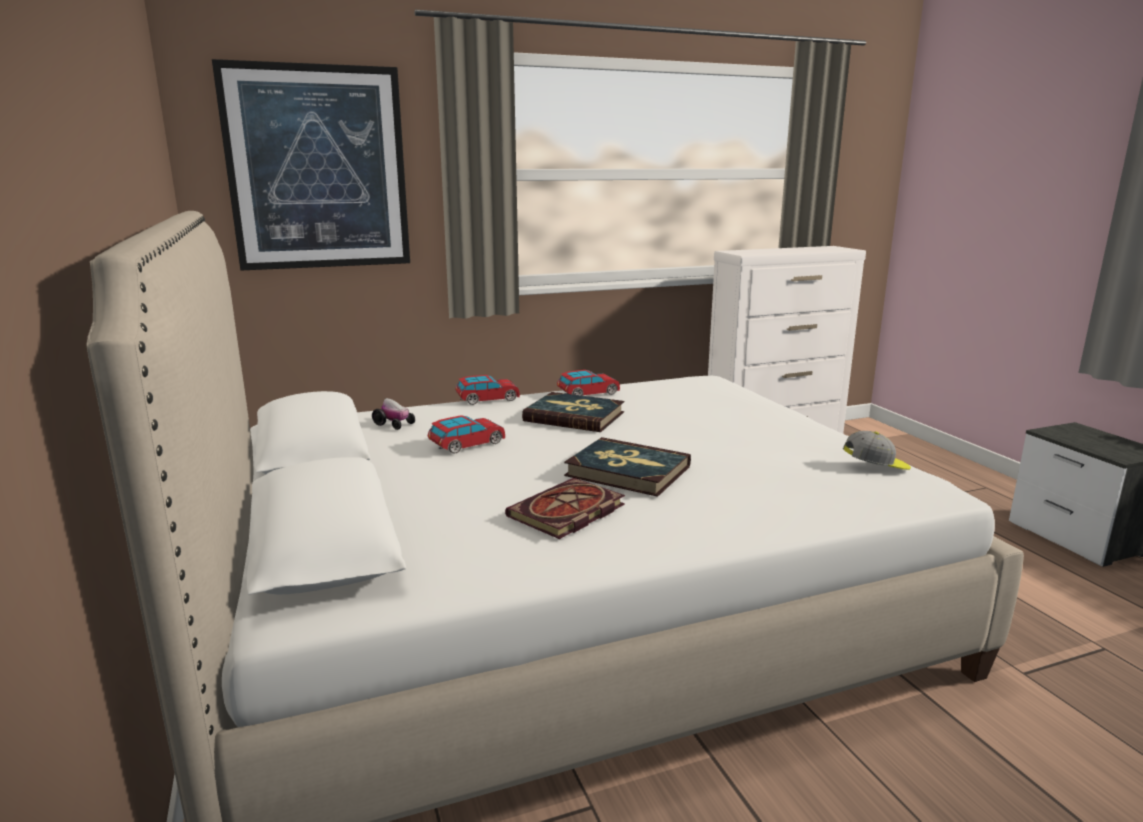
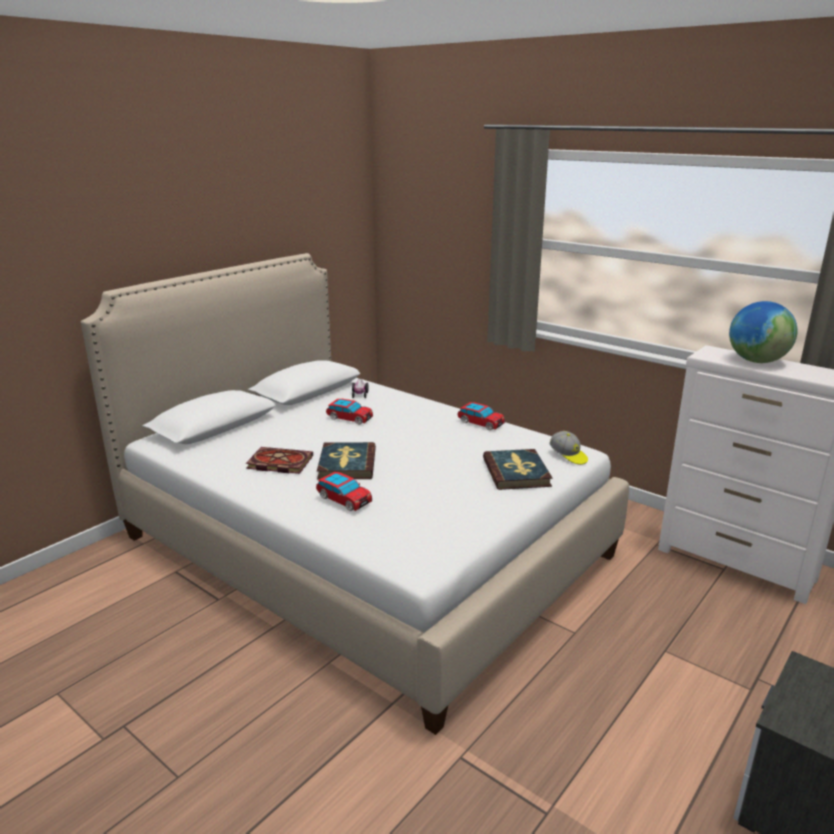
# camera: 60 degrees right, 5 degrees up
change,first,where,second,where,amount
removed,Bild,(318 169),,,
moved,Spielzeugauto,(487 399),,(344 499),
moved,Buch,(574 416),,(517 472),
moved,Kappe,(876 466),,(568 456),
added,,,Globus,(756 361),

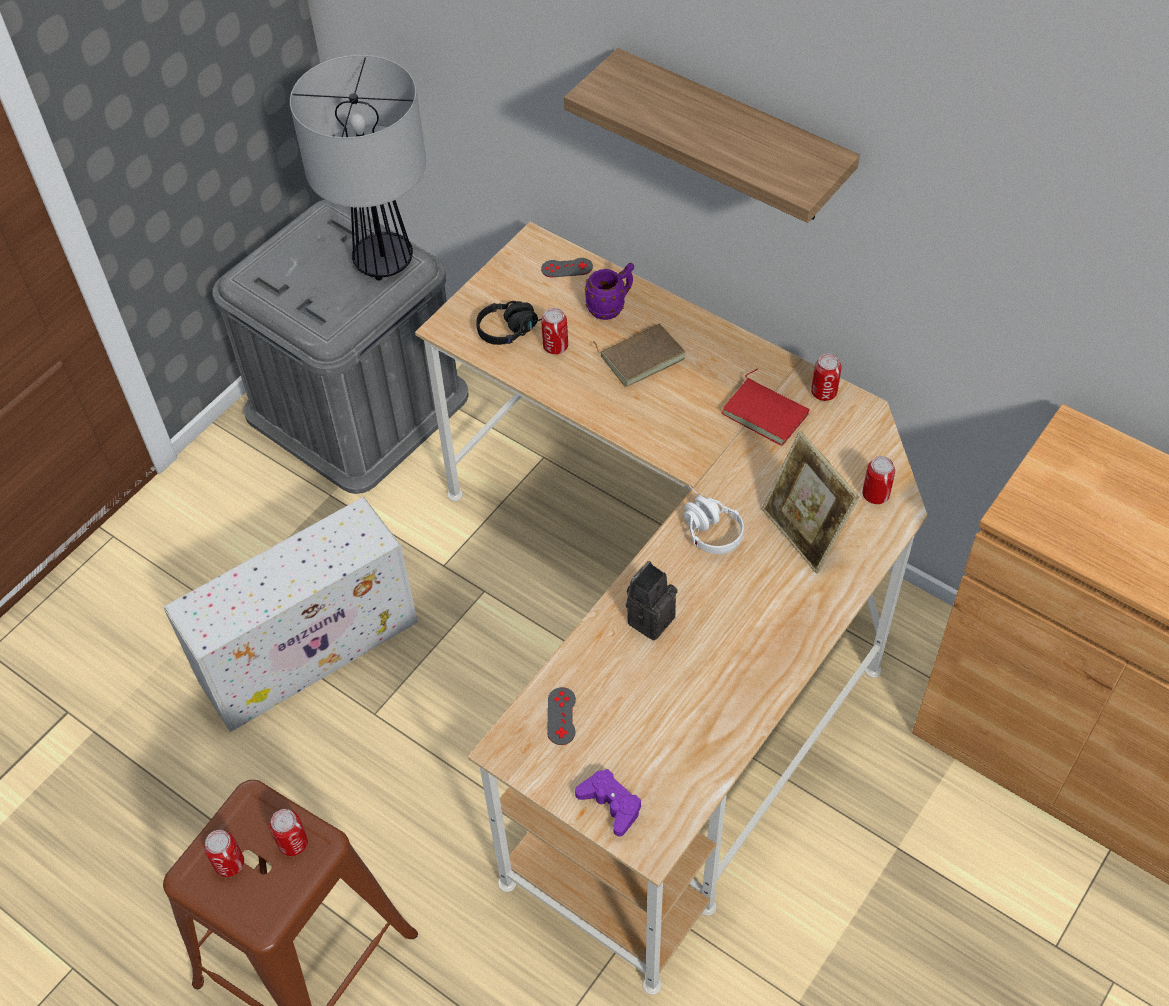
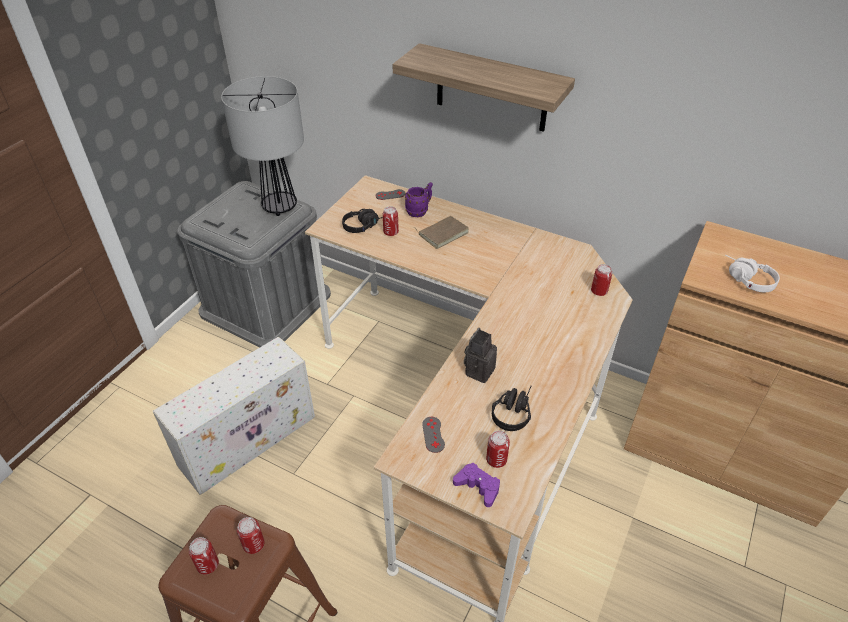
# camera: 10 degrees left, 10 degrees down
change,first,where,second,where,amount
moved,Dose,(824 392),,(496 460),
removed,Buch (rot),(766 413),,,
removed,Bilderrahmen,(803 533),,,
moved,Kopfhörer (weiß),(706 527),,(745 279),
added,,,Kopfhörer (schwarz),(513 411),

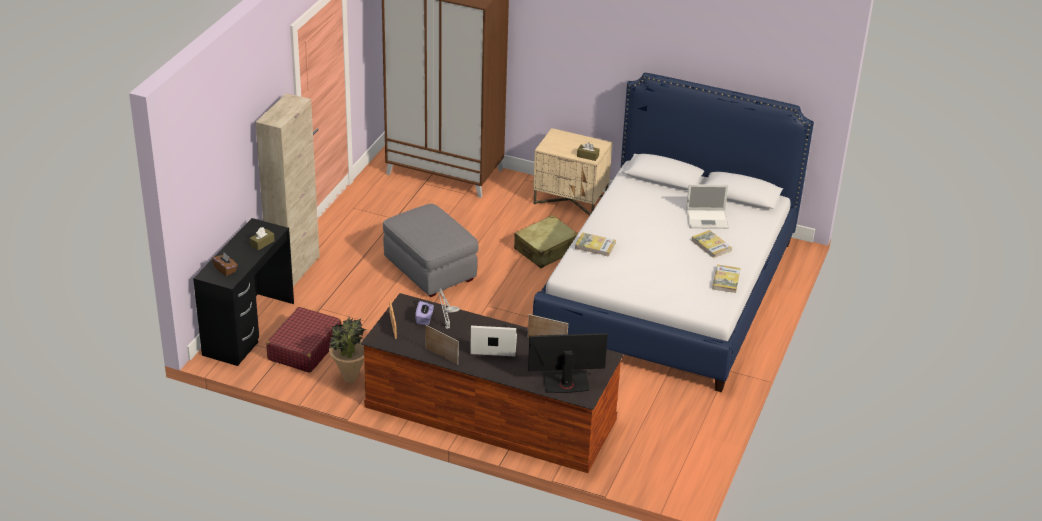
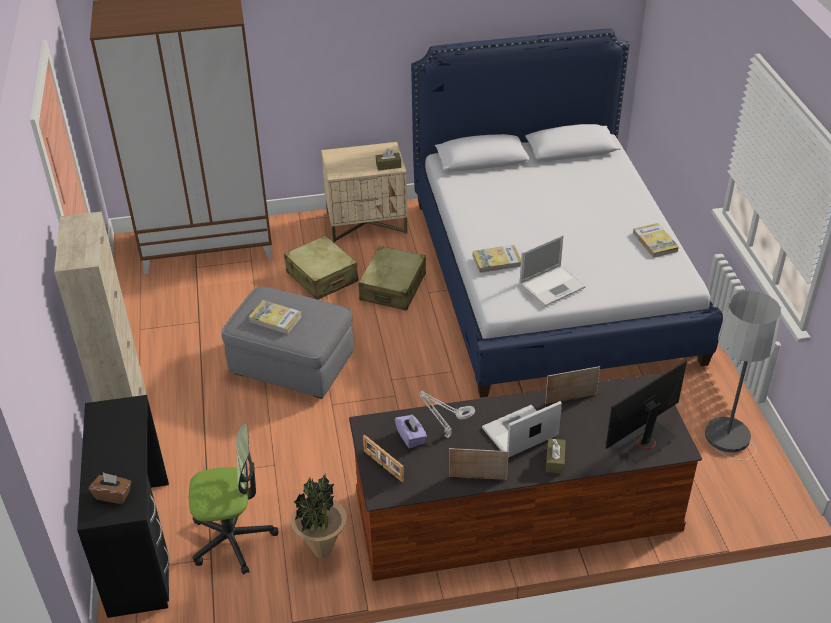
# camera: 30 degrees left, 5 degrees up
change,first,where,second,where,amount
moved,Laptop,(708 219),,(553 285),
moved,Taschentuchbox (braun),(262 243),,(555 460),
moved,Buch,(711 246),,(275 319),
replaced,Koffer (rot),(304 348),Bürostuhl,(232 538),
added,,,Koffer (beige),(322 277),
added,,,Stehlampe,(720 463),

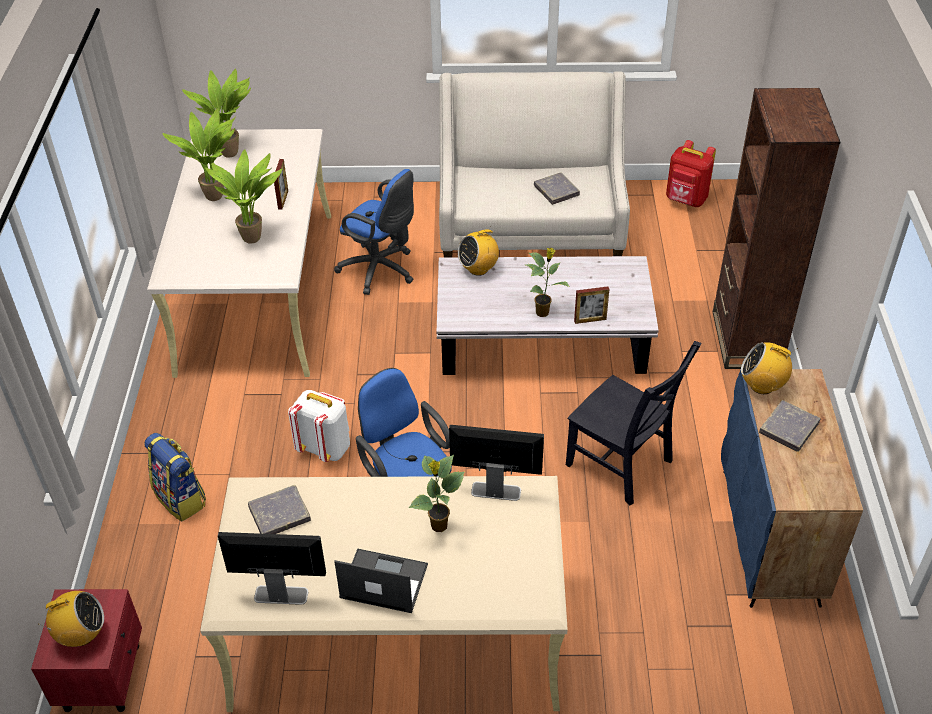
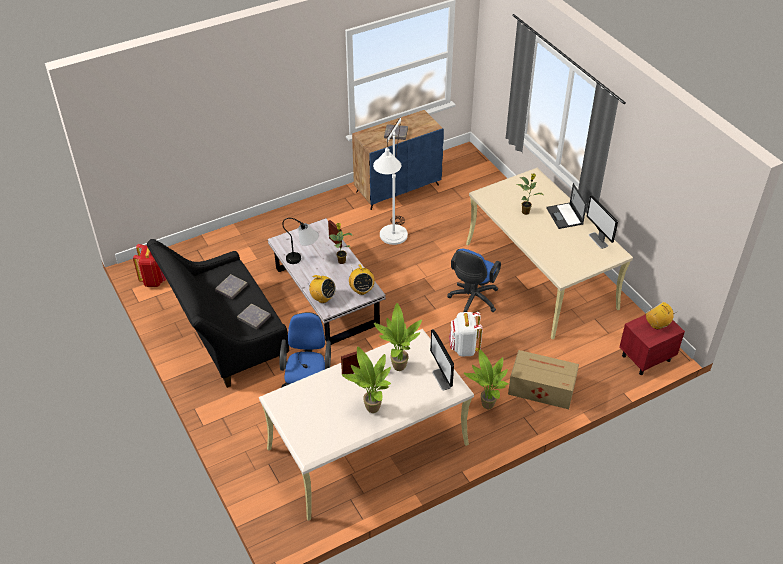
# camera: 120 degrees left, 0 degrees up
change,first,where,second,where,amount
moved,Topfpflanze,(231 152),,(485 405),
recoloured,Sofa (beige),(530 231),Sofa (schwarz),(226 338),
removed,Bücherregal (braun),(746 339),,,
replaced,Stuhl (schwarz),(622 465),Stehlampe (weiß),(392 240),
moved,Radio,(762 385),,(361 290),
moved,Monitor,(495 491),,(441 379),
replaced,Rucksack,(181 499),Karton,(540 387),
moved,Buch (grau),(279 514),,(254 318),
added,,,Tischlampe,(303 259),

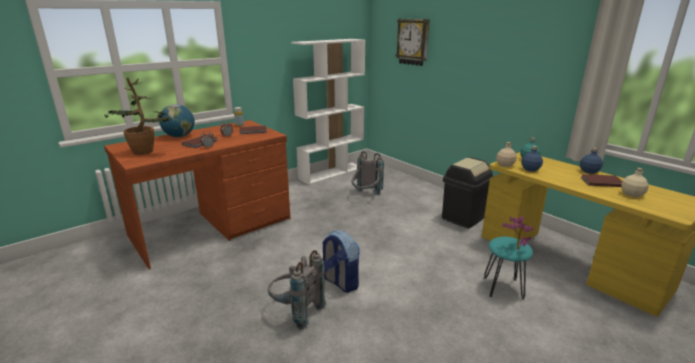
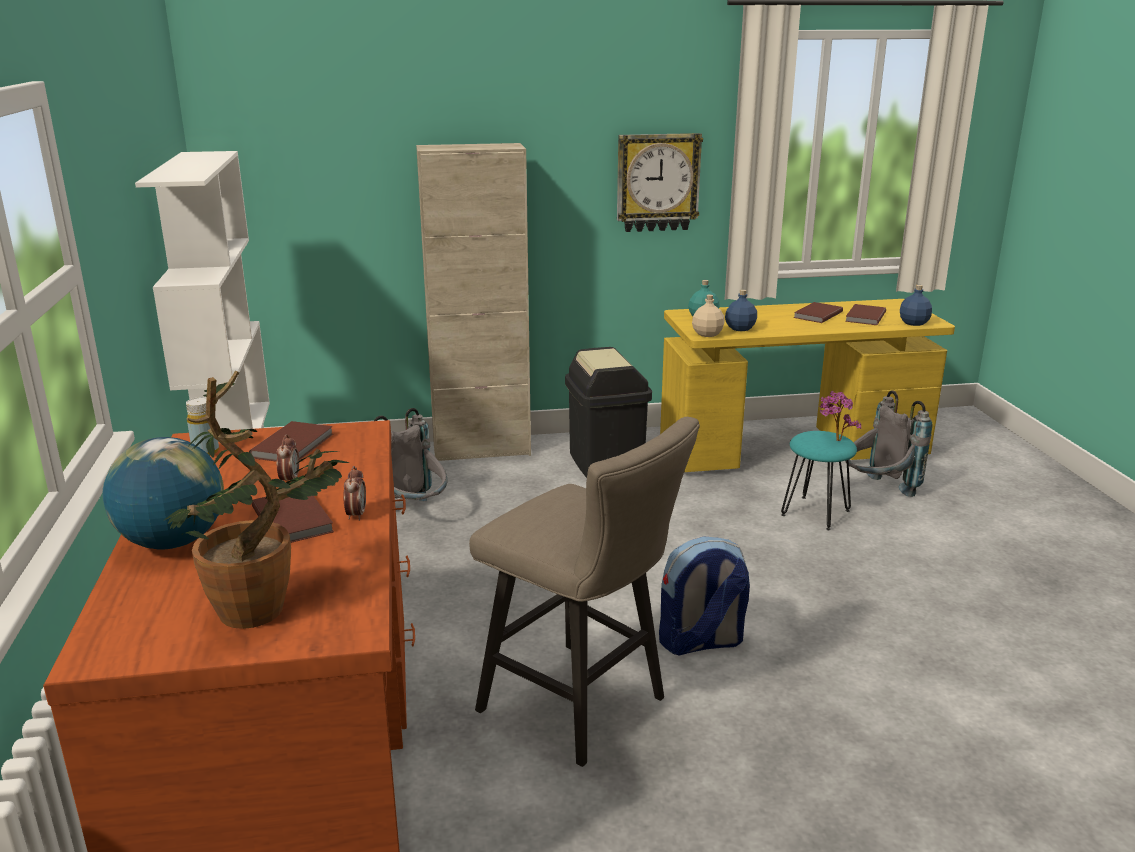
# camera: 60 degrees left, 0 degrees up
change,first,where,second,where,amount
moved,Wanduhr,(413 42),,(657 182),
moved,Flasche (blau),(588 171),,(913 323),
replaced,Flasche (beige),(631 194),Buch (braun),(864 317),
moved,Rucksack (grau),(296 311),,(877 492),
added,,,Schrank (beige),(481 450),
added,,,Hocker (beige),(583 708),

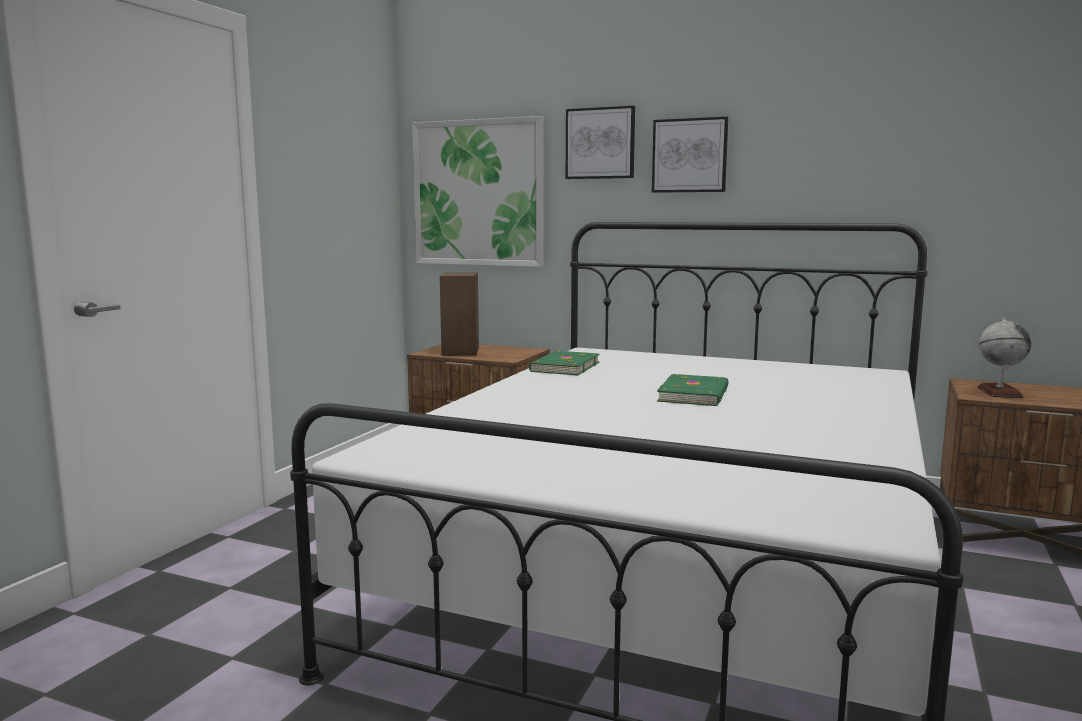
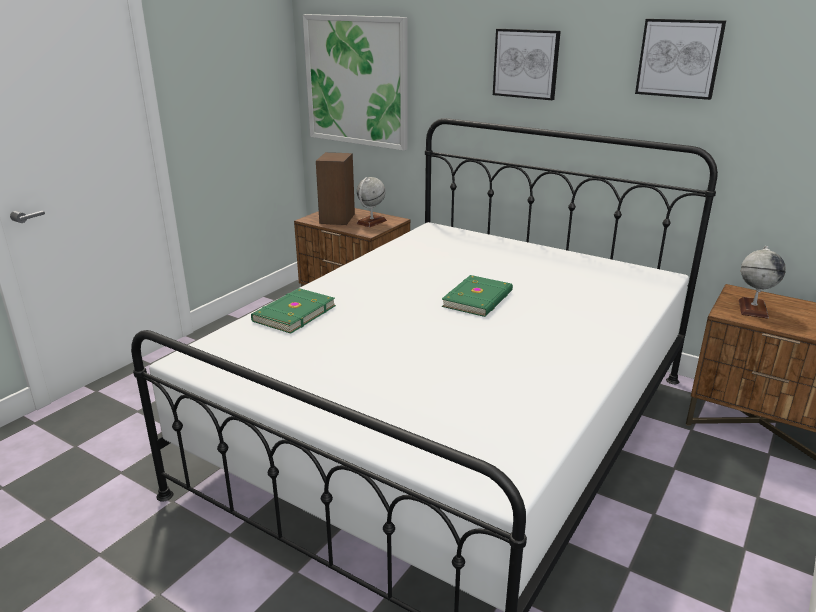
# camera: 10 degrees right, 15 degrees up
change,first,where,second,where,amount
moved,Bild,(600 143),,(679 58),
moved,Buch (grün),(563 367),,(293 313),
added,,,Globus,(371 222),

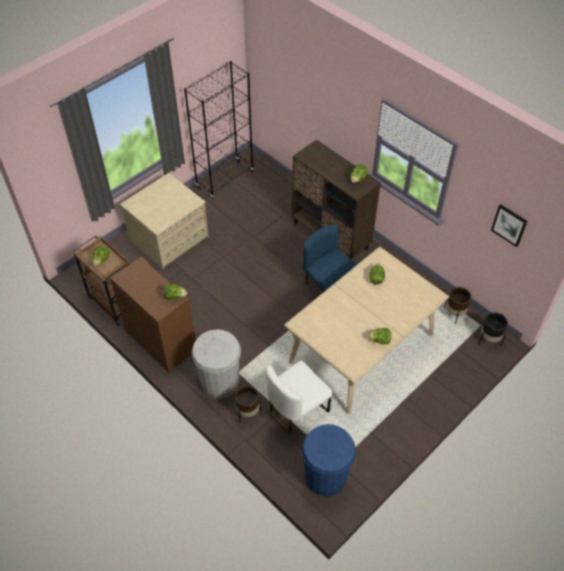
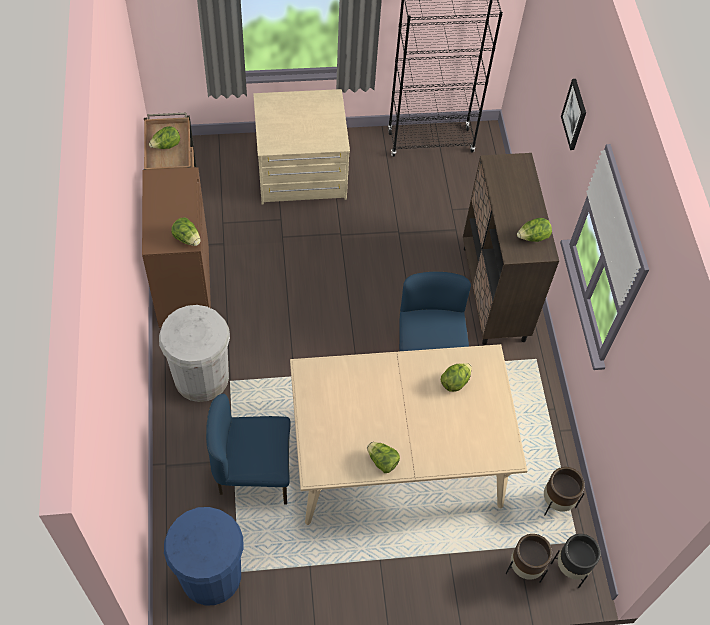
# camera: 35 degrees right, 5 degrees up
change,first,where,second,where,amount
moved,Bild,(509 225),,(574 114),
recoloured,Stuhl (weiß),(297 409),Stuhl (blau),(253 473),
moved,Pflanzkübel (braun),(247 412),,(524 568),

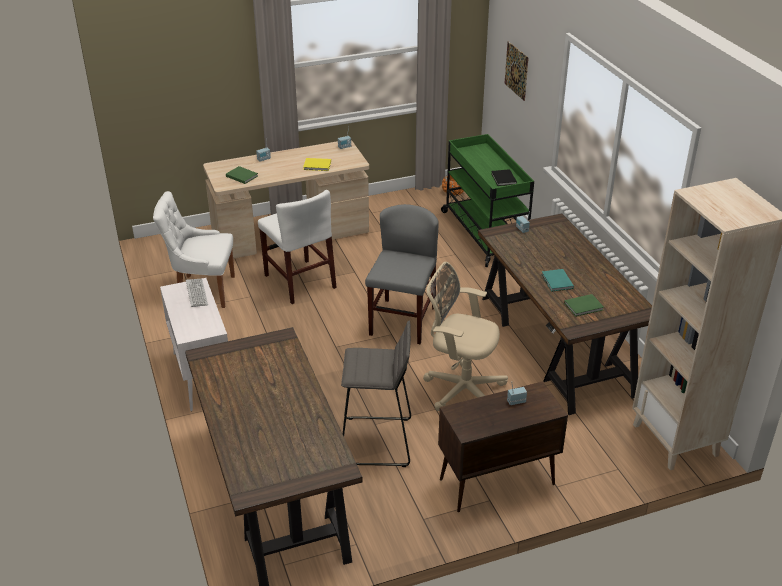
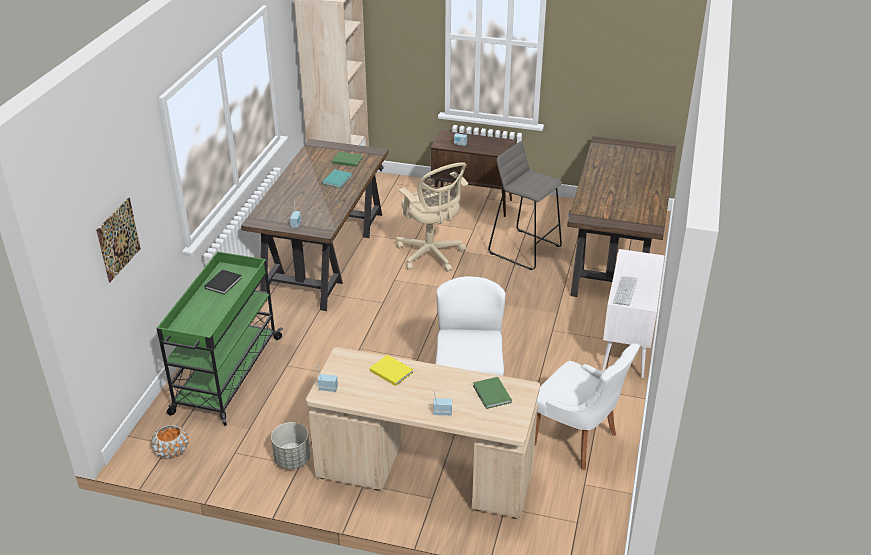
# camera: 145 degrees left, 0 degrees up
change,first,where,second,where,amount
removed,Stuhl (grau),(402 321),,,
added,,,Pflanzkübel (grau),(292 460),

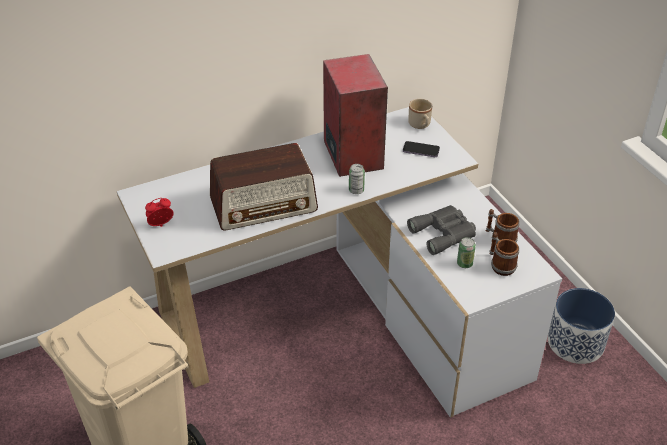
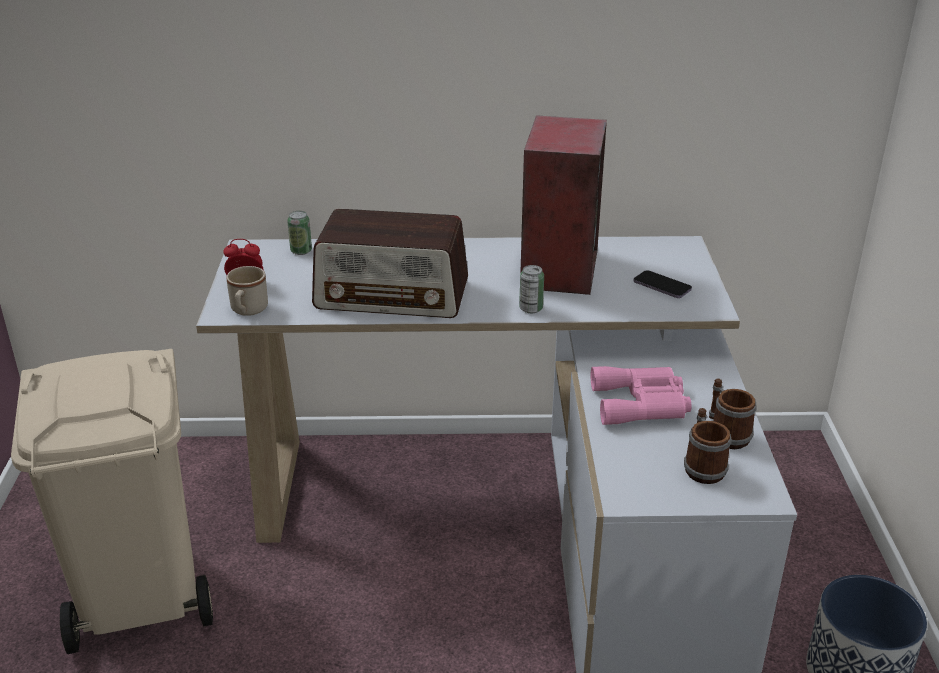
# camera: 25 degrees right, 10 degrees down
change,first,where,second,where,amount
moved,Henkelbecher (beige),(420 125),,(248 311),
recoloured,Fernglas (grau),(444 233),Fernglas (rosa),(642 403),
moved,Dose,(464 264),,(301 251),

